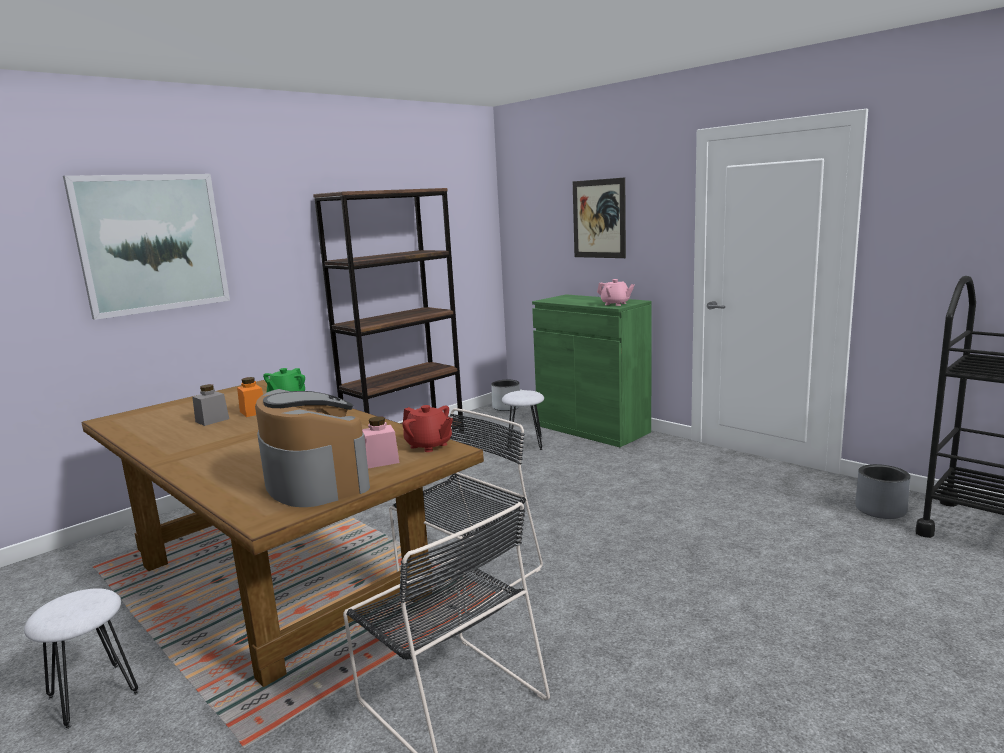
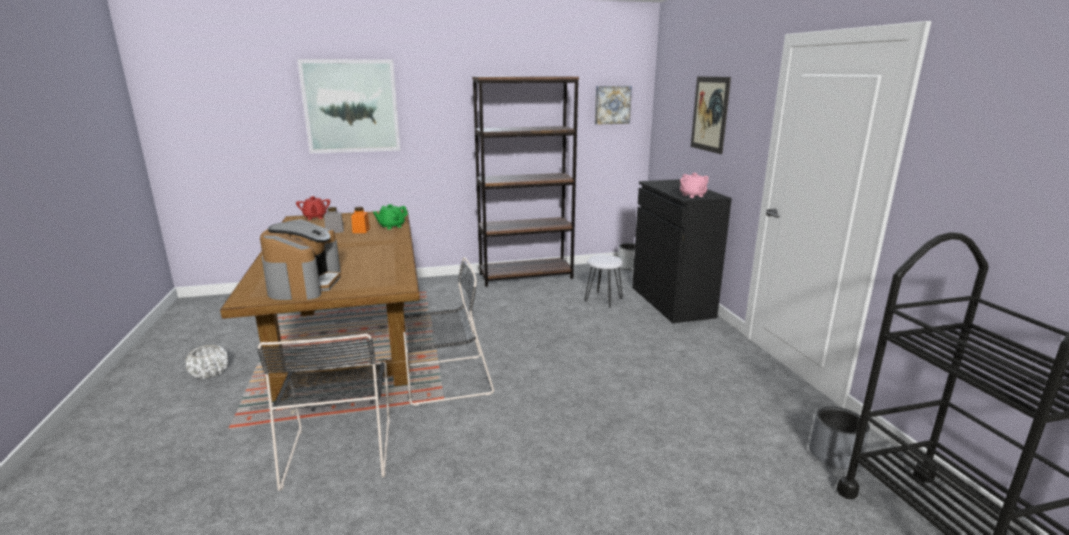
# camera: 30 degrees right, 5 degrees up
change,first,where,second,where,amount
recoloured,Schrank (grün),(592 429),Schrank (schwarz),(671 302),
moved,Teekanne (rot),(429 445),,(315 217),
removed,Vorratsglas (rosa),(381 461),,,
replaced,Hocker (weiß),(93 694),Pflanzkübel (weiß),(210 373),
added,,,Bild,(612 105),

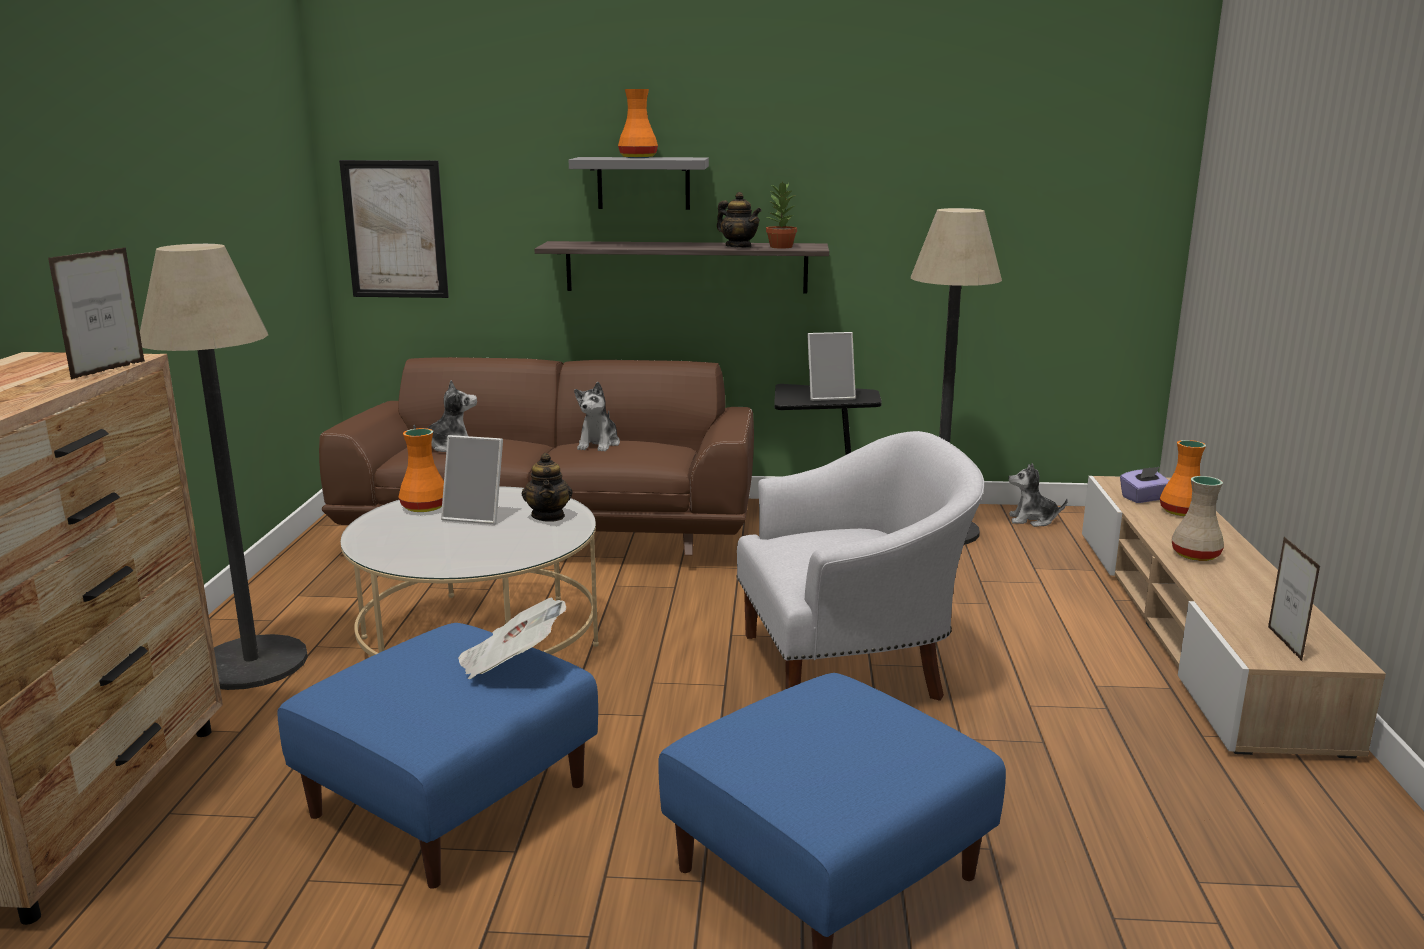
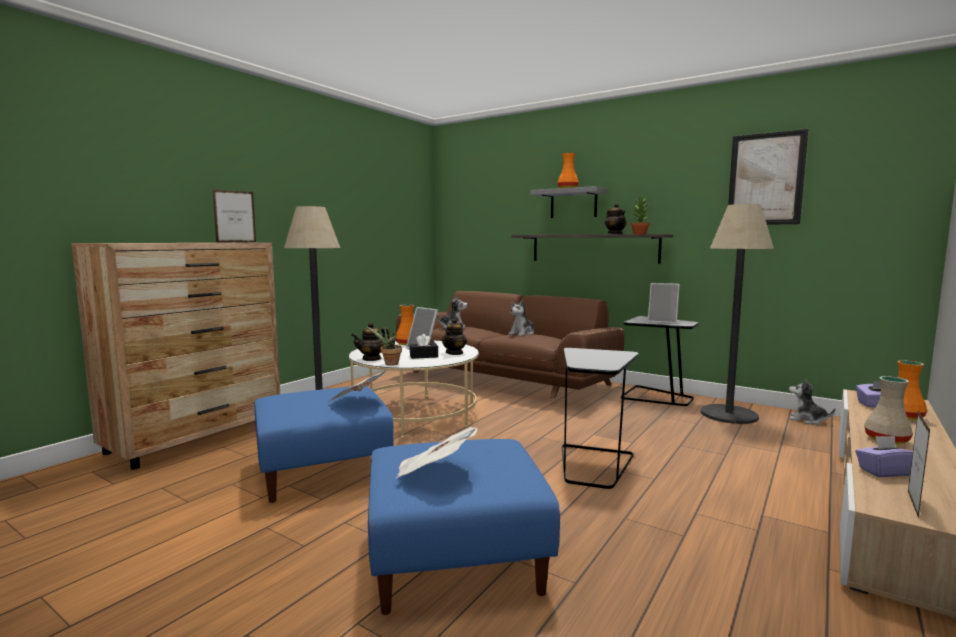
# camera: 30 degrees right, 10 degrees down
change,first,where,second,where,amount
moved,Bild,(395 229),,(765 179),
replaced,Sessel (weiß),(850 667),Beistelltisch (schwarz),(593 466),
added,,,Teekanne,(372 359),
added,,,Topfpflanze,(389 364),
added,,,Taschentuchbox (schwarz),(423 356),
added,,,Zeitung,(434 473),
added,,,Taschentuchbox (lila),(884 472),

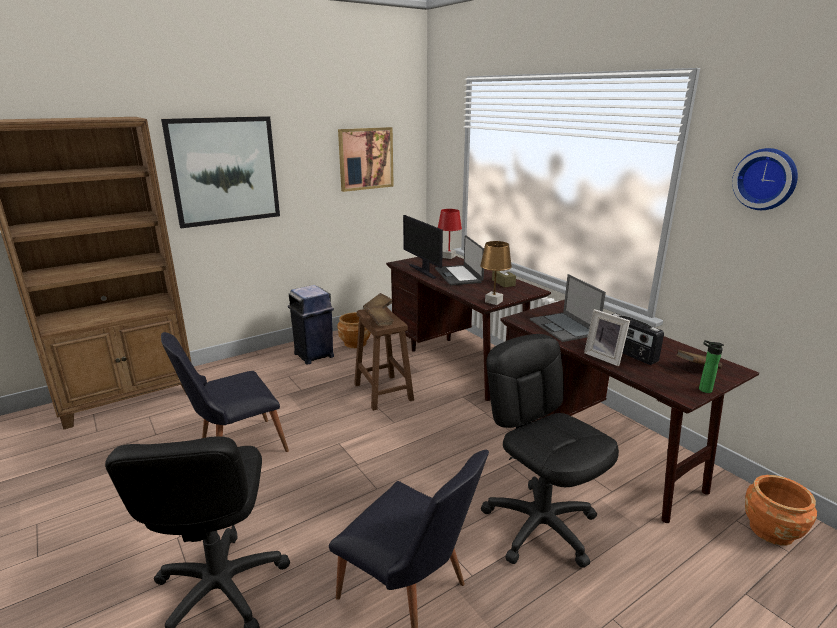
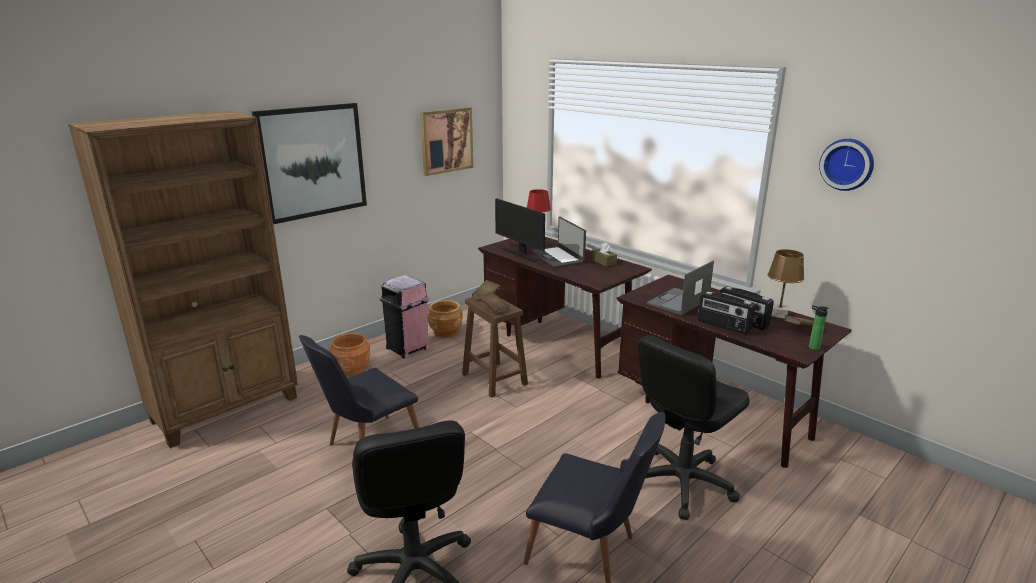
# camera: 10 degrees left, 0 degrees up
change,first,where,second,where,amount
moved,Tischlampe (braun),(494 302),,(779 315),
turned,Laptop,(564 327),,(678 302),75 degrees clockwise
recoloured,Mülleimer (blau),(314 355),Mülleimer (rosa),(408 348),
replaced,Bilderrahmen,(605 357),Radio,(723 326),
turned,Bürostuhl (schwarz),(540 526),,(681 482),90 degrees counterclockwise
moved,Pflanzkübel (orange),(771 530),,(352 369),

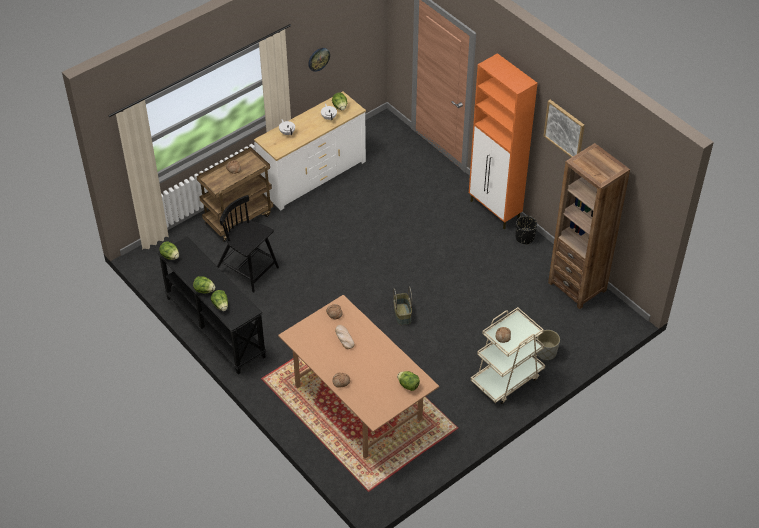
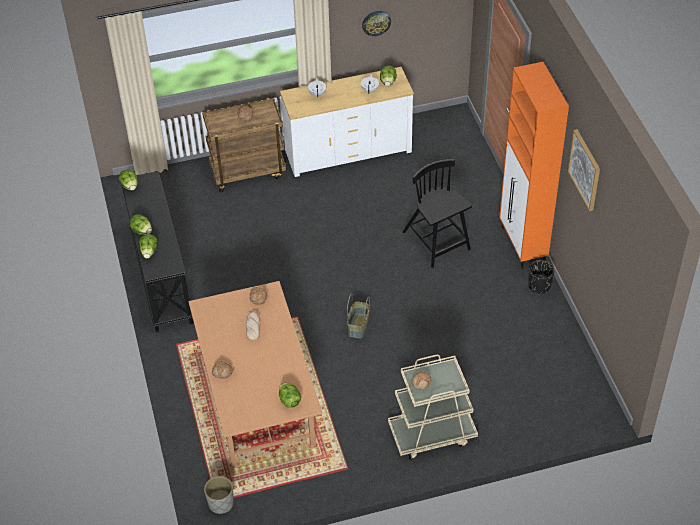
# camera: 25 degrees right, 0 degrees up
change,first,where,second,where,amount
removed,Bücherregal (braun),(577 286),,,
moved,Stuhl (schwarz),(248 269),,(437 242),
moved,Pflanzkübel (grau),(546 353),,(220 503),

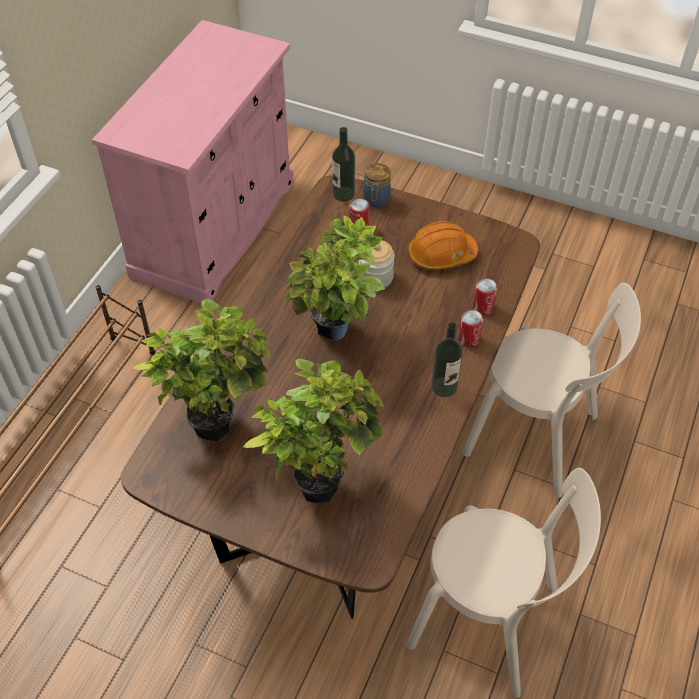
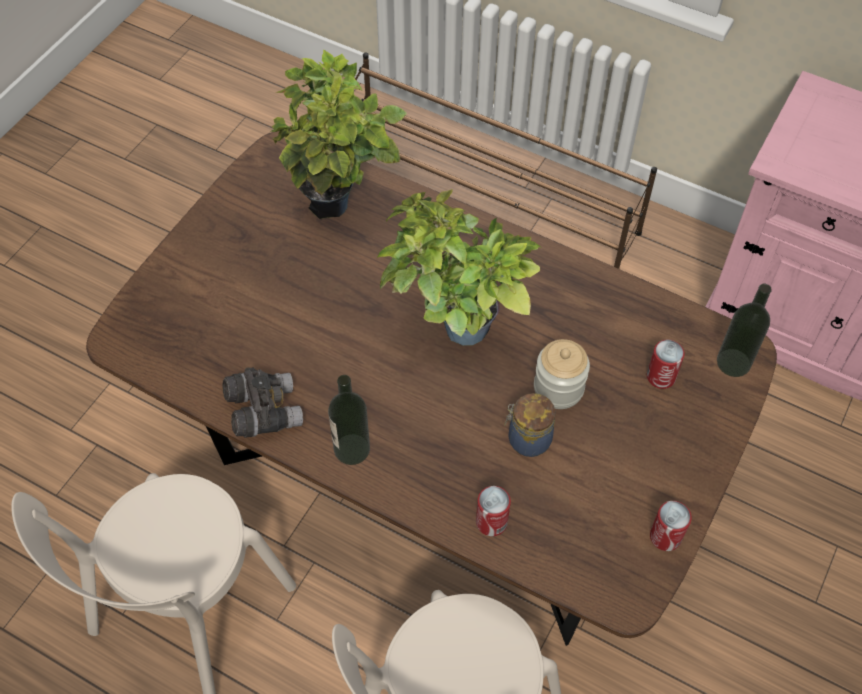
# camera: 95 degrees right, 5 degrees up
change,first,where,second,where,amount
moved,Vorratsglas,(376 200),,(527 439),
removed,Schutzhelm (orange),(441 255),,,
moved,Dose,(468 339),,(665 536),
removed,Topfpflanze,(319 479),,,
added,,,Fernglas (grau),(263 411),

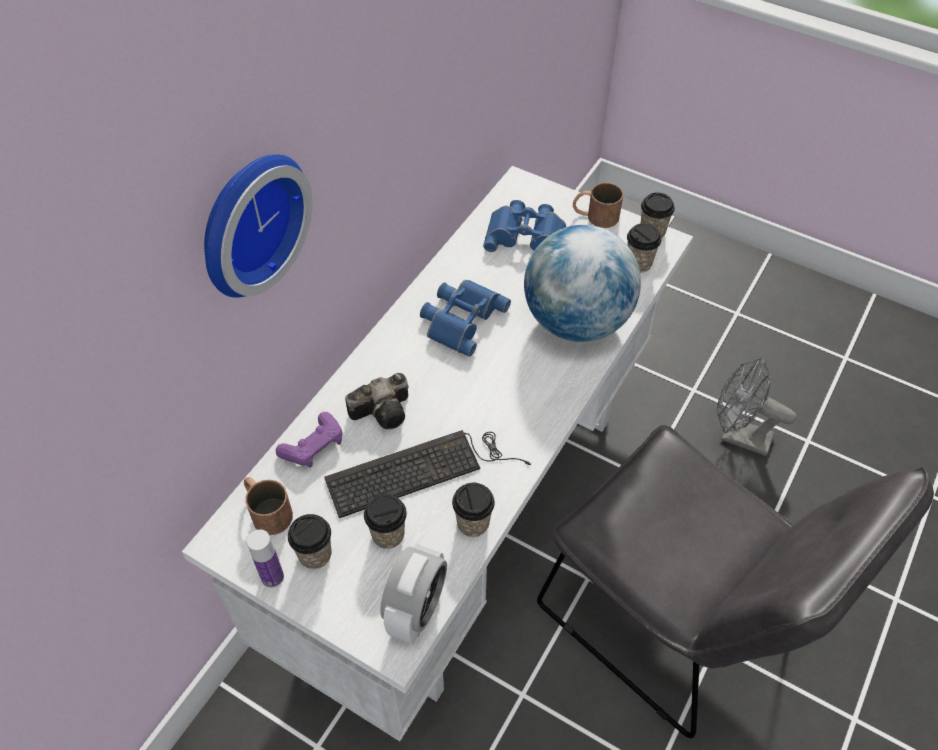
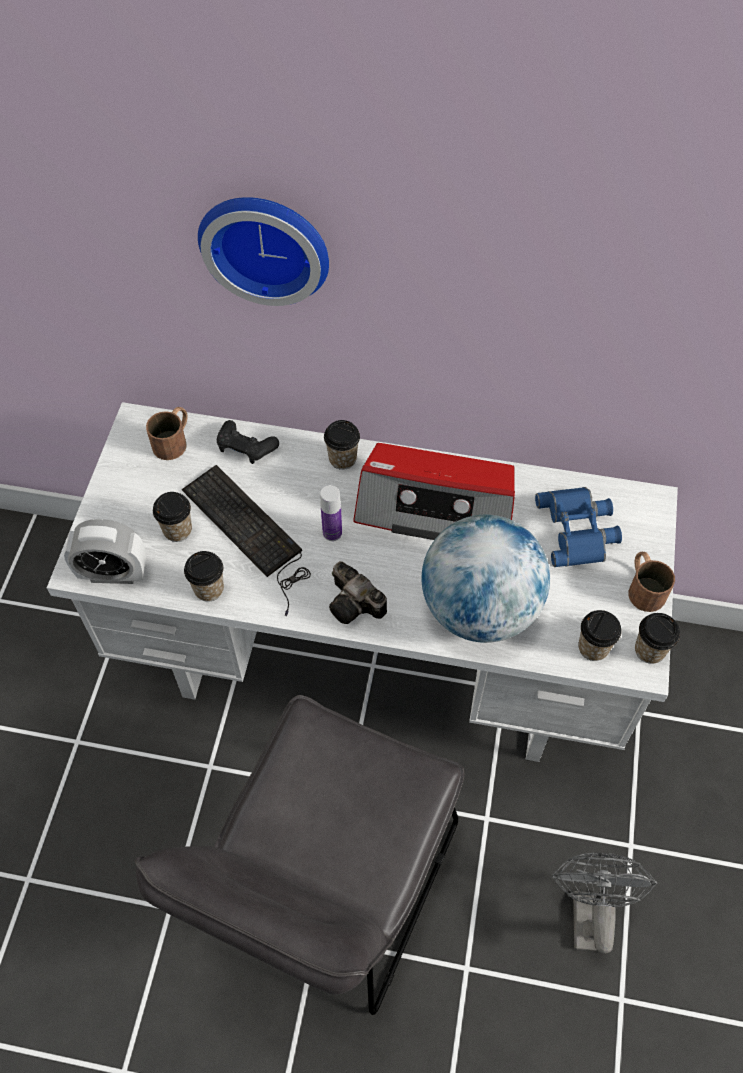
# camera: 70 degrees right, 5 degrees up
change,first,where,second,where,amount
replaced,Fernglas (blau),(461 318),Radio,(436 508),
moved,Kamera,(385 410),,(356 605),
recoloured,Gamepad (lila),(313 446),Gamepad (schwarz),(246 447),
moved,Tasse,(315 555),,(342 459),
moved,Flasche,(272 577),,(332 533),

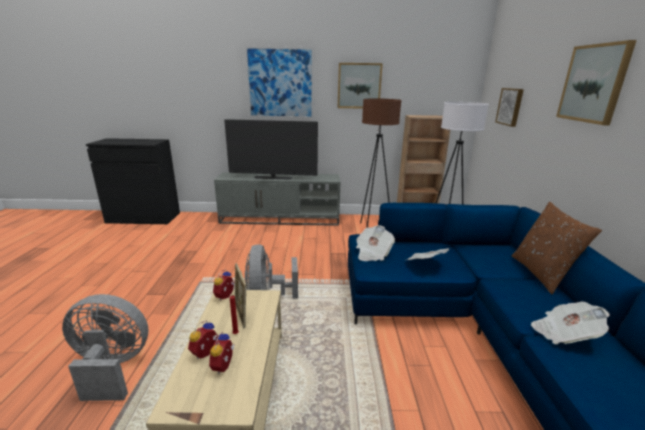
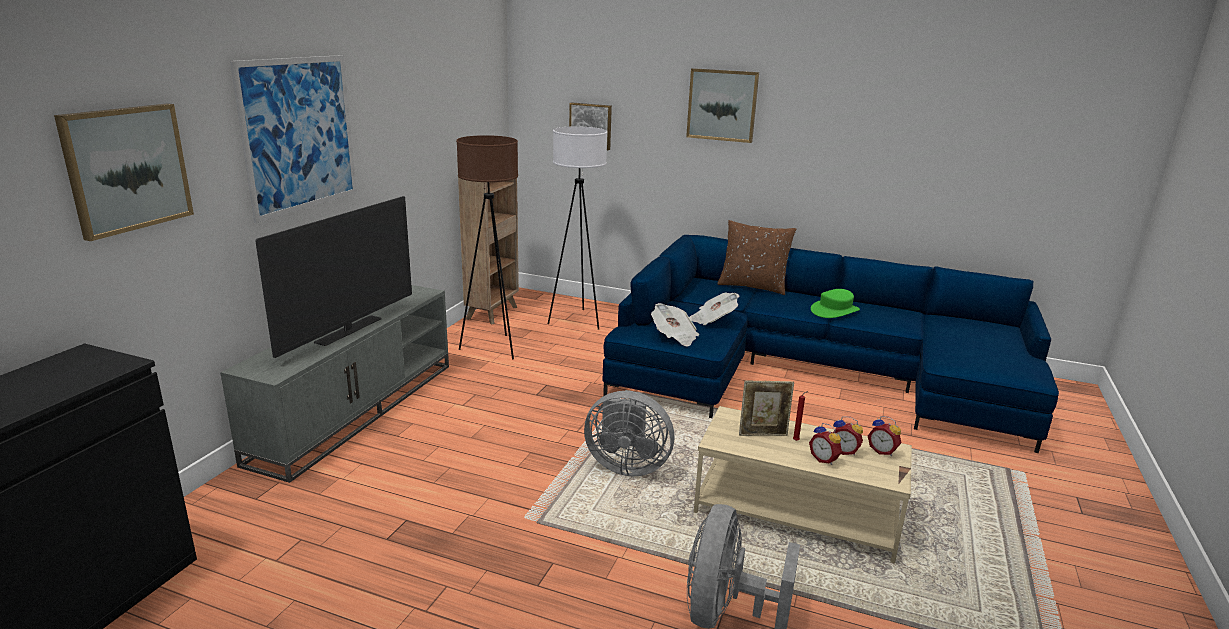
# camera: 70 degrees left, 0 degrees up
change,first,where,second,where,amount
moved,Bild,(359 86),,(127 169),
moved,Wecker,(226 297),,(882 451),
replaced,Zeitung,(564 334),Hut (grün),(835 311),

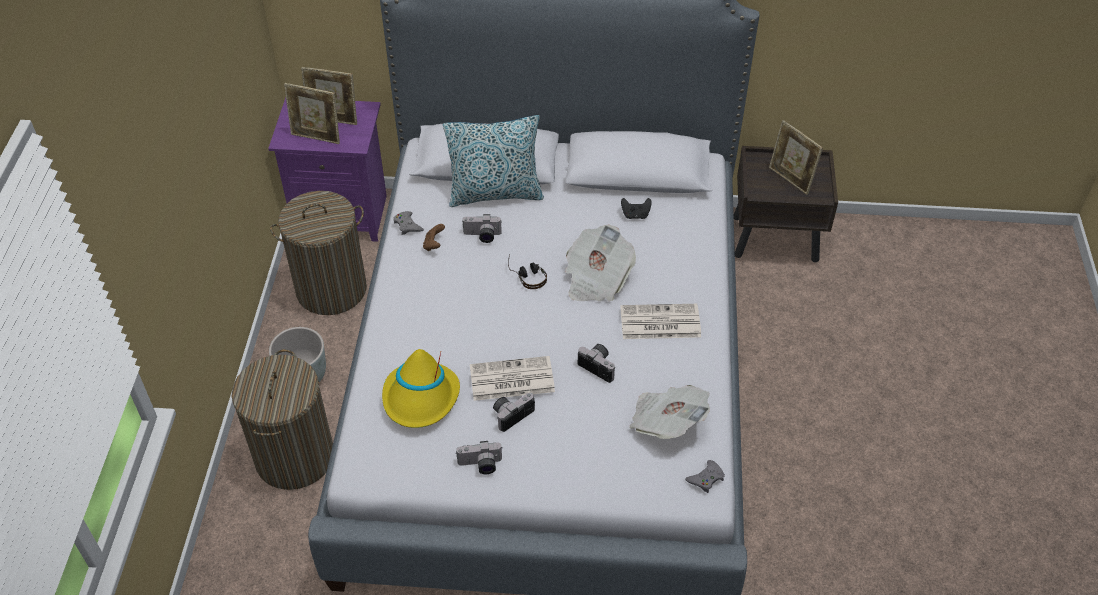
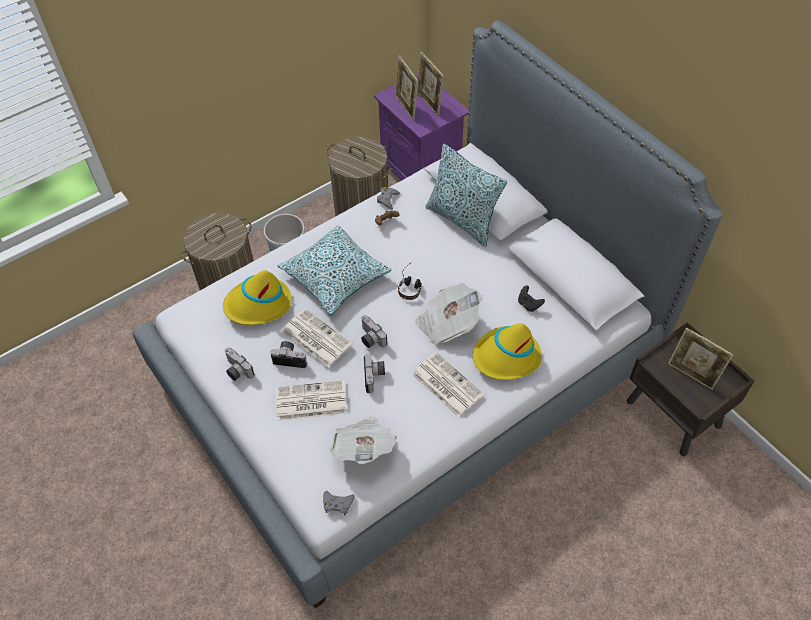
# camera: 50 degrees right, 5 degrees up
change,first,where,second,where,amount
turned,Bilderrahmen,(790 180),,(691 375),60 degrees counterclockwise
moved,Kamera,(482 236),,(370 339),
added,,,Kissen,(335 276),
added,,,Hut (gelb),(506 357),
added,,,Zeitung,(310 401),

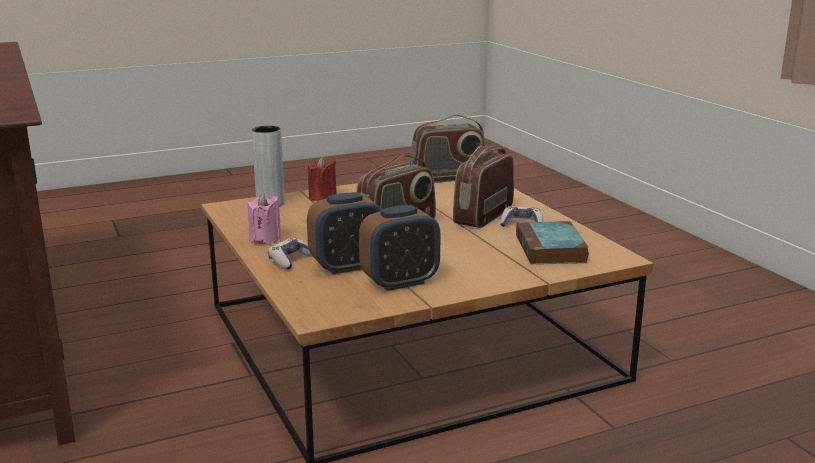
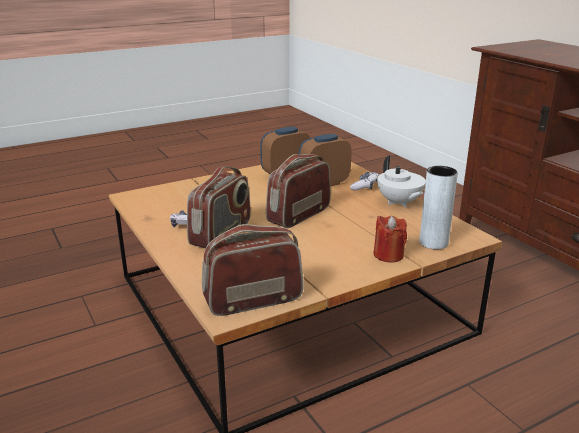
# camera: 175 degrees right, 5 degrees up
change,first,where,second,where,amount
replaced,Kerze (rosa),(265 238),Teekanne (weiß),(399 203),
removed,Buch,(551 250),,,

